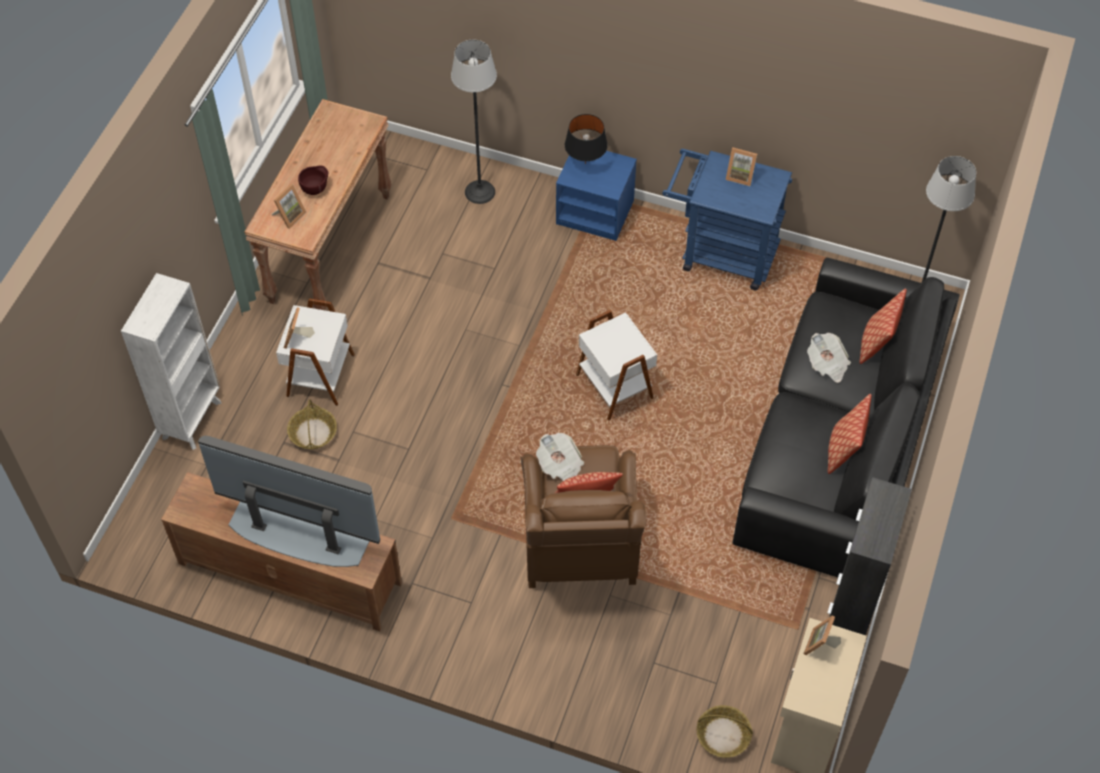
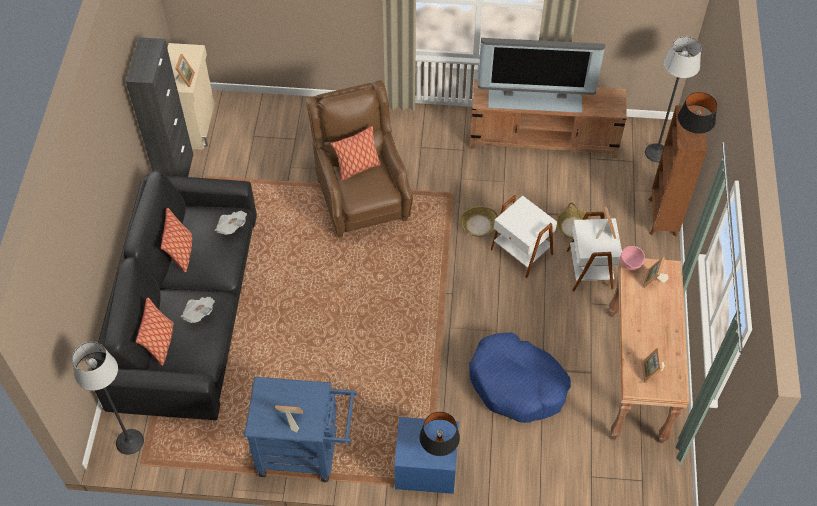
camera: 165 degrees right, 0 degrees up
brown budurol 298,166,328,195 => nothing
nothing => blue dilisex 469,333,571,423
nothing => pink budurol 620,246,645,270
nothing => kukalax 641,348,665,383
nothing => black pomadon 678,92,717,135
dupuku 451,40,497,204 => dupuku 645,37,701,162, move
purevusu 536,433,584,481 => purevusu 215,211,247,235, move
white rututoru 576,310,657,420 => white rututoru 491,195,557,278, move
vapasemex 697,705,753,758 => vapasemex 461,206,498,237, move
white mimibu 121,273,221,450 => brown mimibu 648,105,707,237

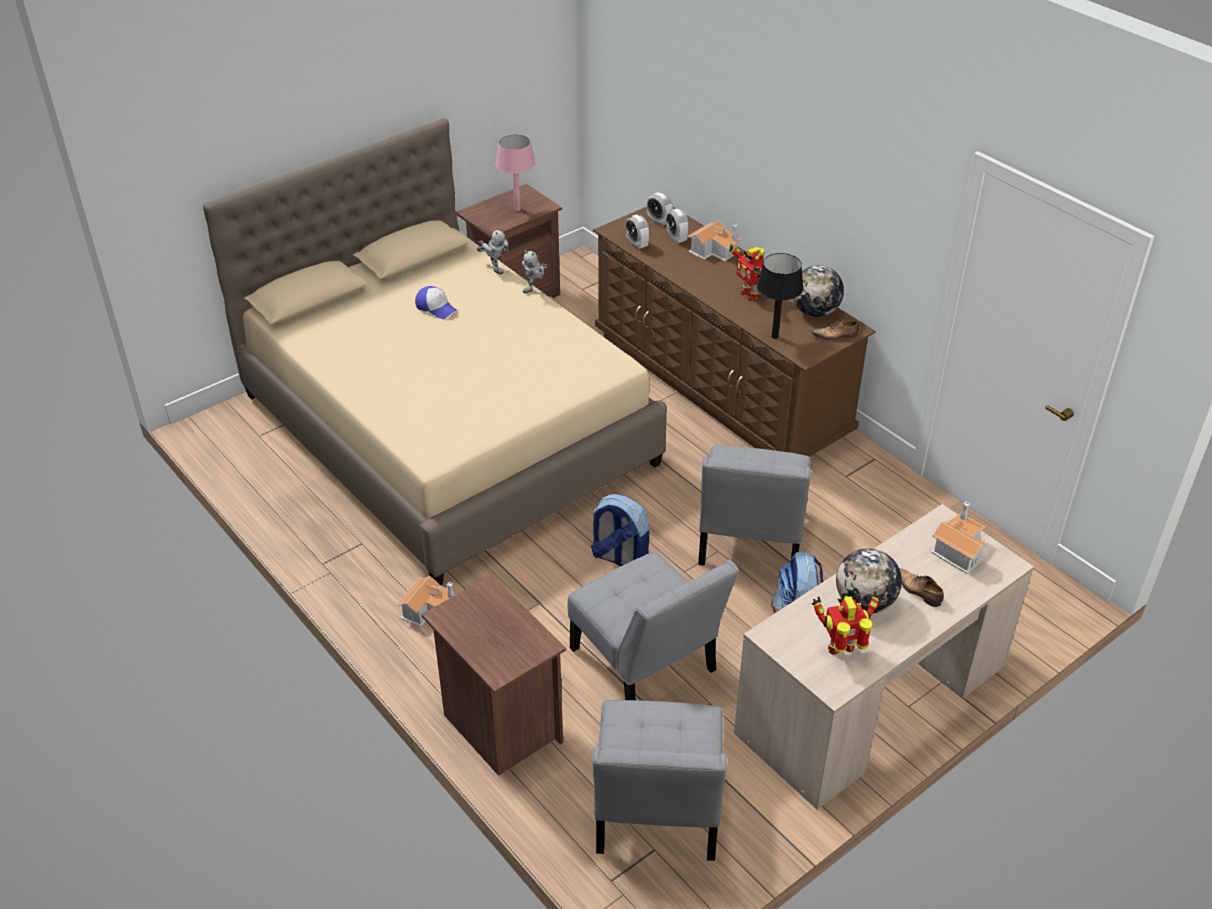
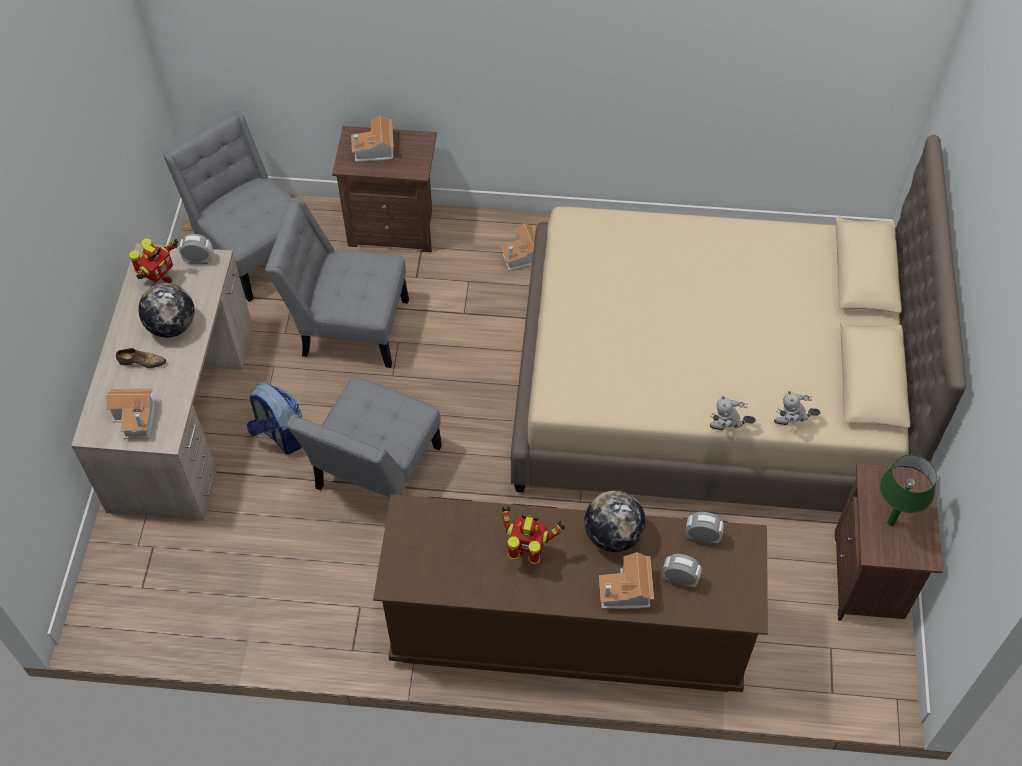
camera: 135 degrees right, 15 degrees up
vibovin 415,286,457,319 => nothing
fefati 591,494,649,566 => nothing
black pomadon 757,253,804,339 => nothing
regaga 812,319,859,340 => nothing
nothing => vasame 351,115,394,162
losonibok 647,192,673,226 => losonibok 179,234,213,264, move
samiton 793,265,844,317 => samiton 584,491,646,552, move
pink pomadon 496,134,536,211 => green pomadon 880,455,937,526
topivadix 521,250,547,293 => topivadix 710,396,756,430, 75 degrees counterclockwise
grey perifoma 698,445,811,565 => grey perifoma 287,376,442,497, 120 degrees counterclockwise

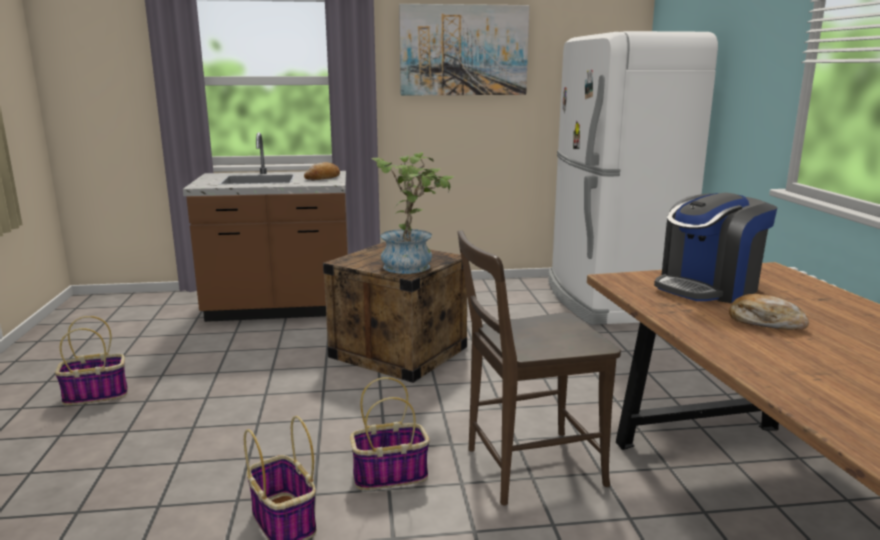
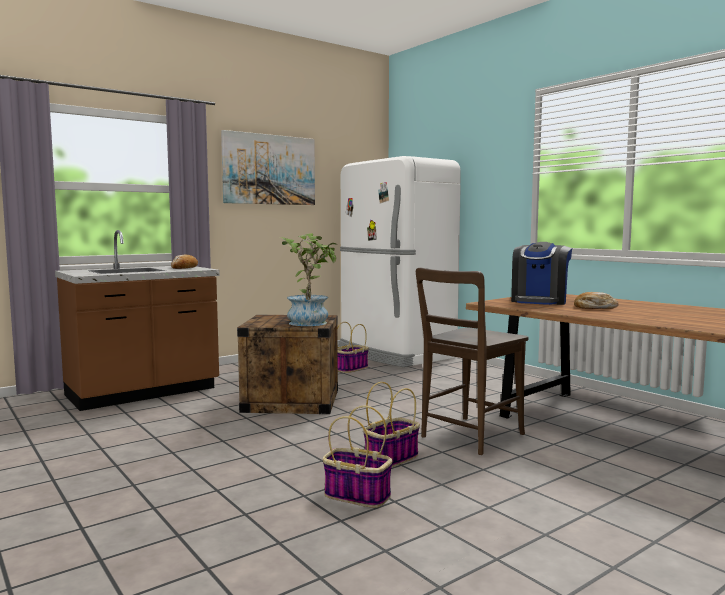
camera: 30 degrees left, 10 degrees down
vapasemex 55,316,128,405 => vapasemex 337,322,369,373, move

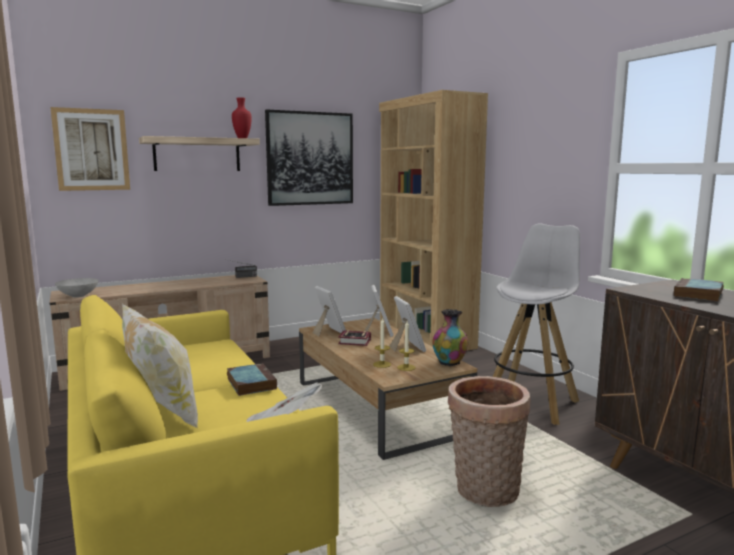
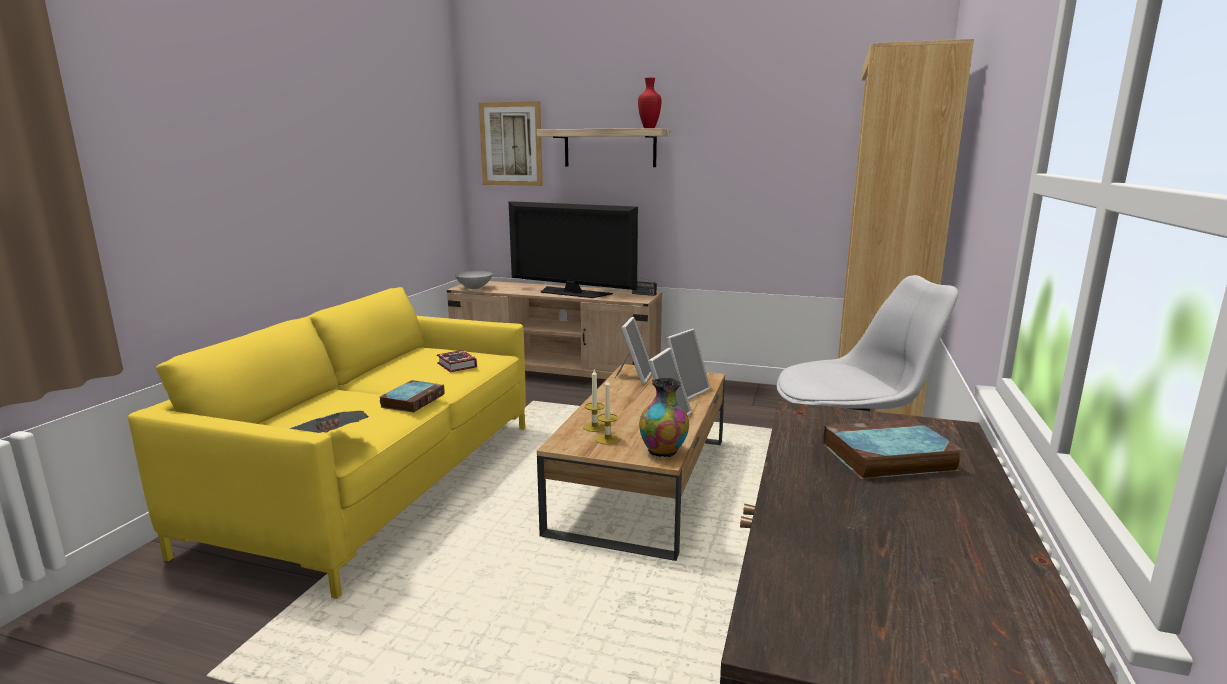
camera: 45 degrees right, 5 degrees up
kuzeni 122,303,198,428 => nothing
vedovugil 265,110,353,206 => nothing
vapasemex 448,376,531,507 => nothing
nothing => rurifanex 509,201,638,298
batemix 338,330,371,346 => batemix 437,350,477,372, move

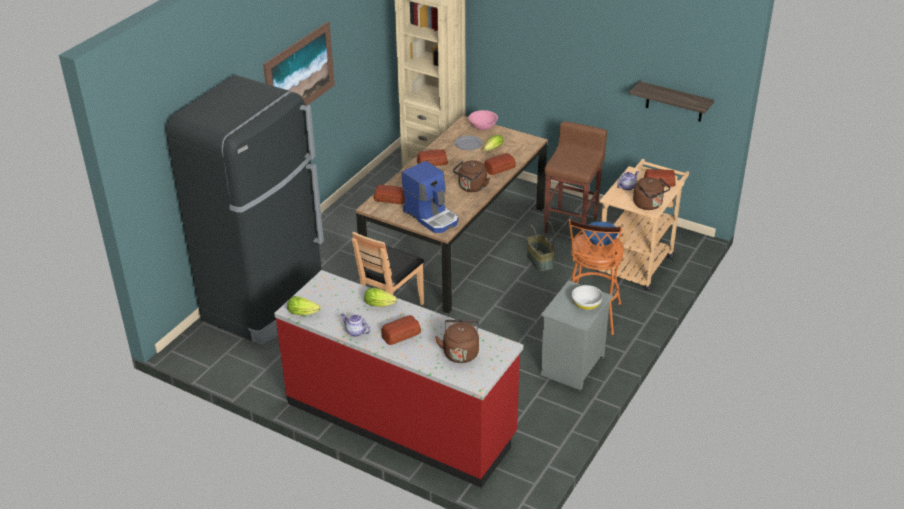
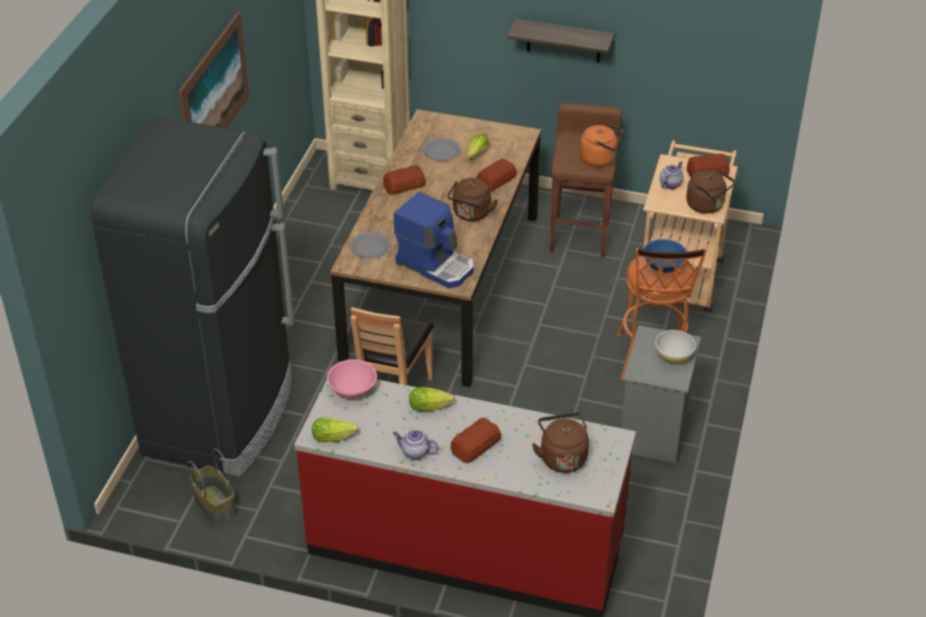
camera: 15 degrees left, 5 degrees up
nothing => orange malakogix 580,123,623,167
pink budurol 469,110,498,130 => pink budurol 327,359,377,399, move
vapasemex 527,220,555,271 => vapasemex 187,448,237,524, move
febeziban 629,81,714,122 => febeziban 507,19,615,62, move
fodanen 374,185,405,204 => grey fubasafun 350,232,391,258

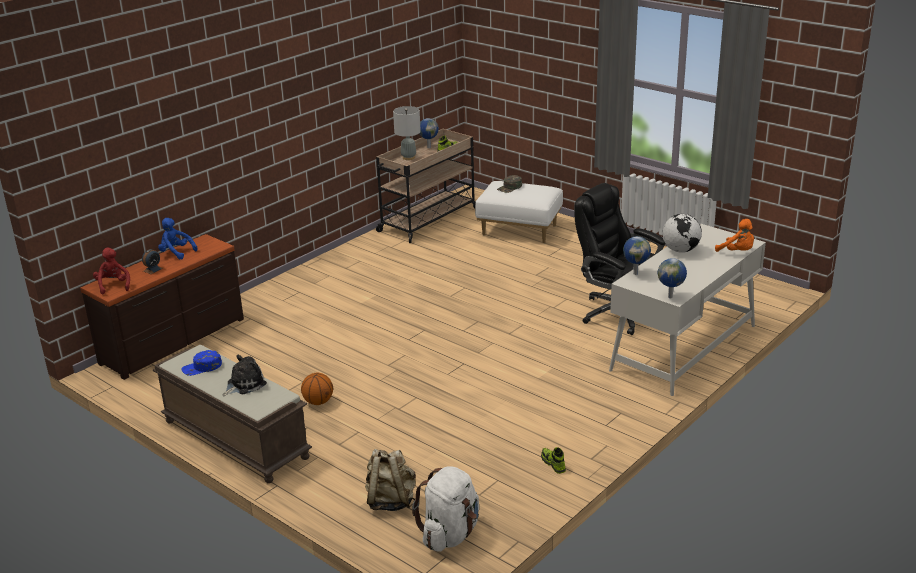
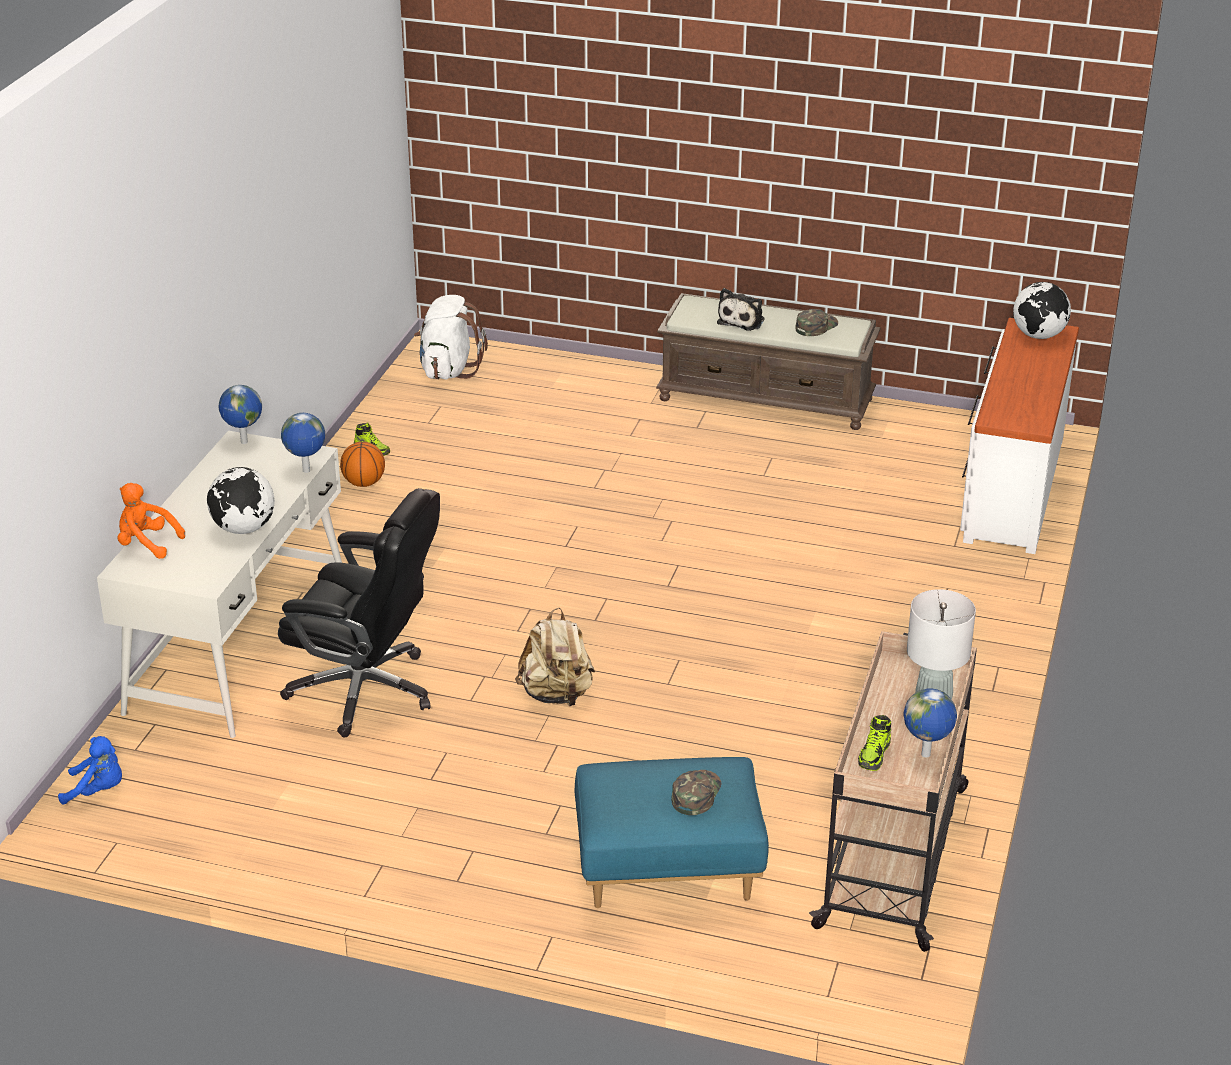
camera: 155 degrees right, 5 degrees up
losonibok 142,249,163,274 => nothing
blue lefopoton 158,218,197,259 => blue lefopoton 58,736,122,805, move
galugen 301,373,333,405 => galugen 340,442,385,487, move
beige fefati 365,449,416,511 => beige fefati 515,608,595,707, move
red lefopoton 93,247,130,294 => samiton 1013,282,1071,339
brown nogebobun 80,234,244,380 => white nogebobun 960,318,1079,554
blue vibovin 181,350,222,376 => green vibovin 795,309,838,336
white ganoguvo 475,181,563,243 => blue ganoguvo 575,757,769,908

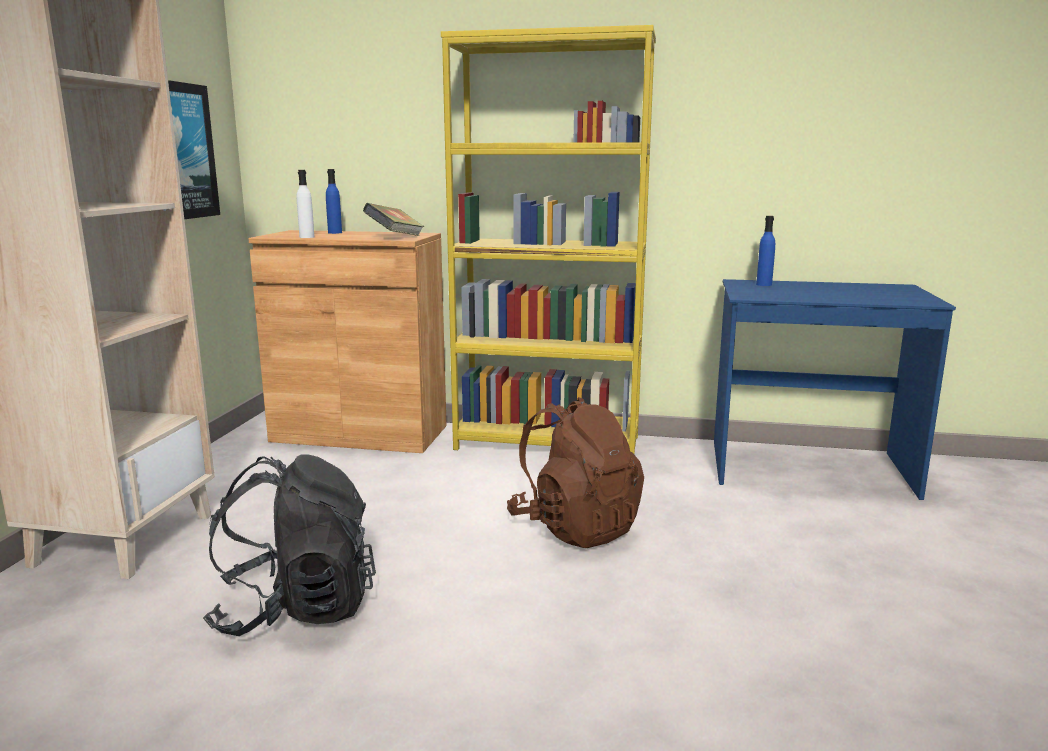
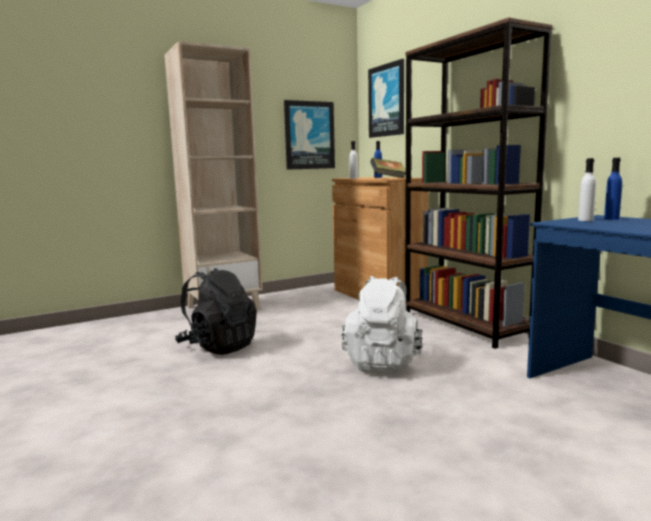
camera: 50 degrees right, 5 degrees down
nothing => vedovugil 368,59,404,138
nothing => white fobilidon 578,158,596,221
yellow mimibu 441,25,656,455 => brown mimibu 405,17,553,349
brown fefati 507,397,644,548 => white fefati 341,276,423,374

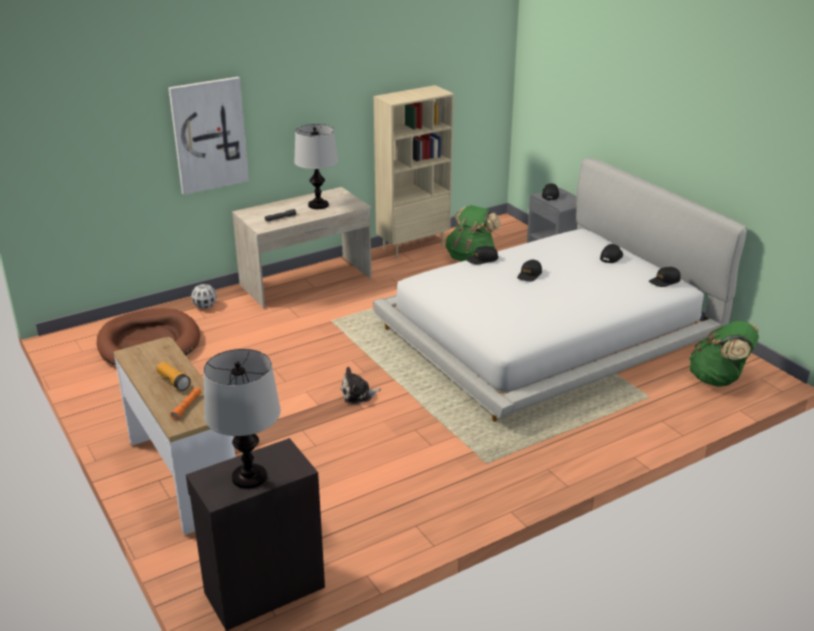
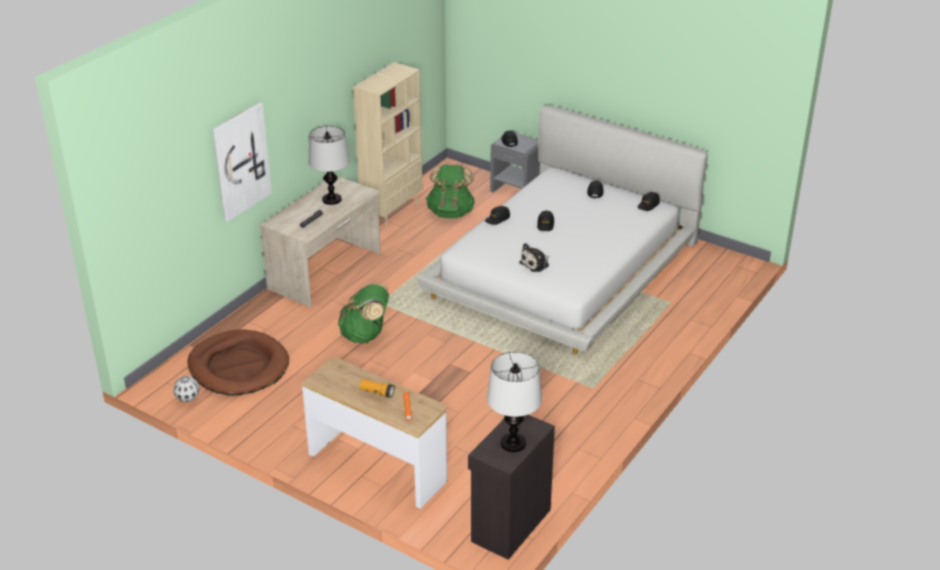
camera: 25 degrees left, 5 degrees up
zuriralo 191,284,217,309 => zuriralo 173,376,200,402, move
lefopoton 341,367,381,404 => lefopoton 519,243,549,272, move
green fefati 689,321,759,387 => green fefati 338,284,389,343, move

